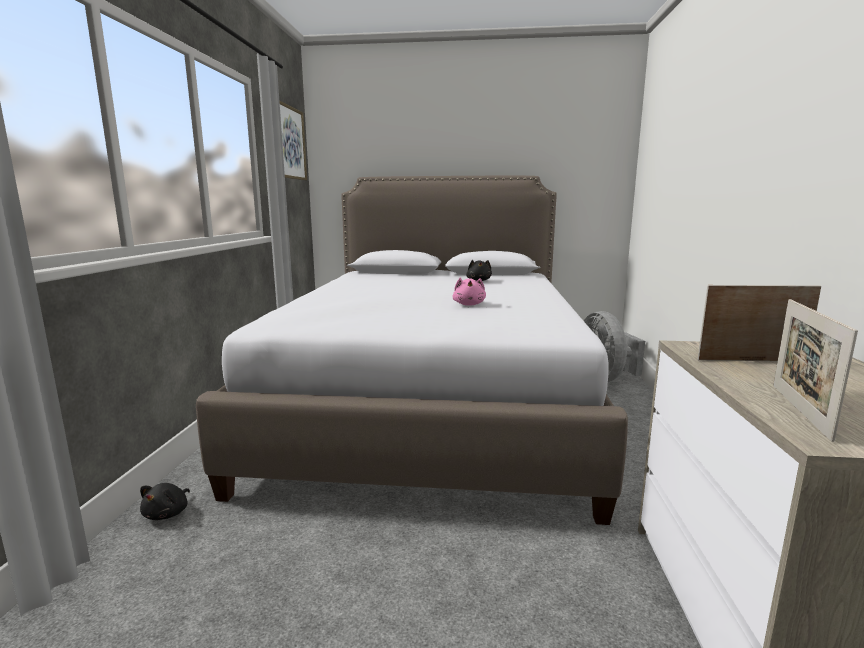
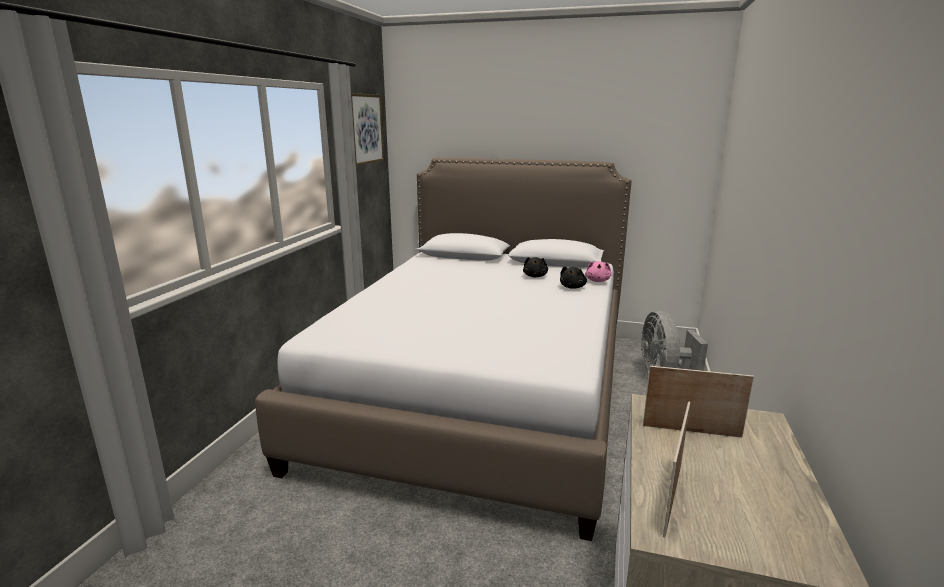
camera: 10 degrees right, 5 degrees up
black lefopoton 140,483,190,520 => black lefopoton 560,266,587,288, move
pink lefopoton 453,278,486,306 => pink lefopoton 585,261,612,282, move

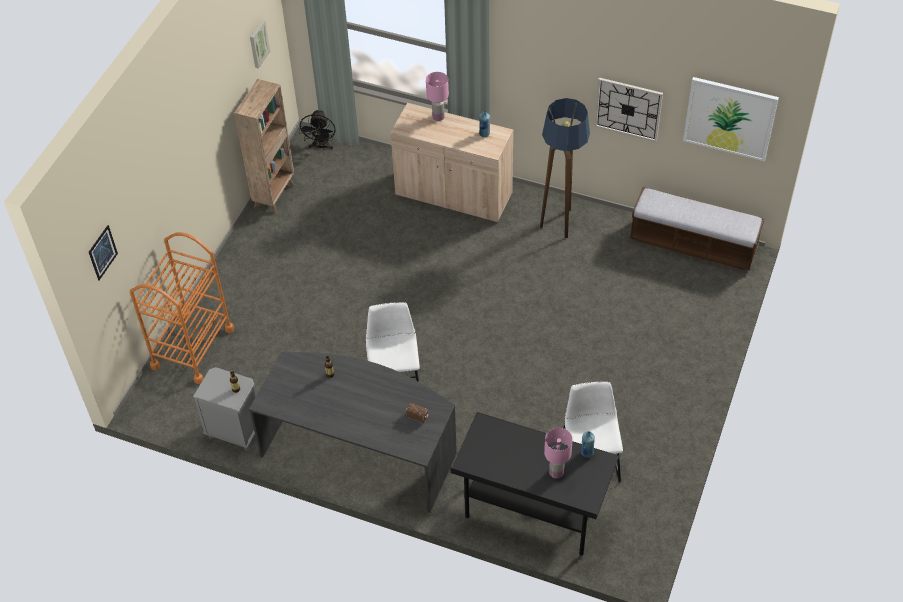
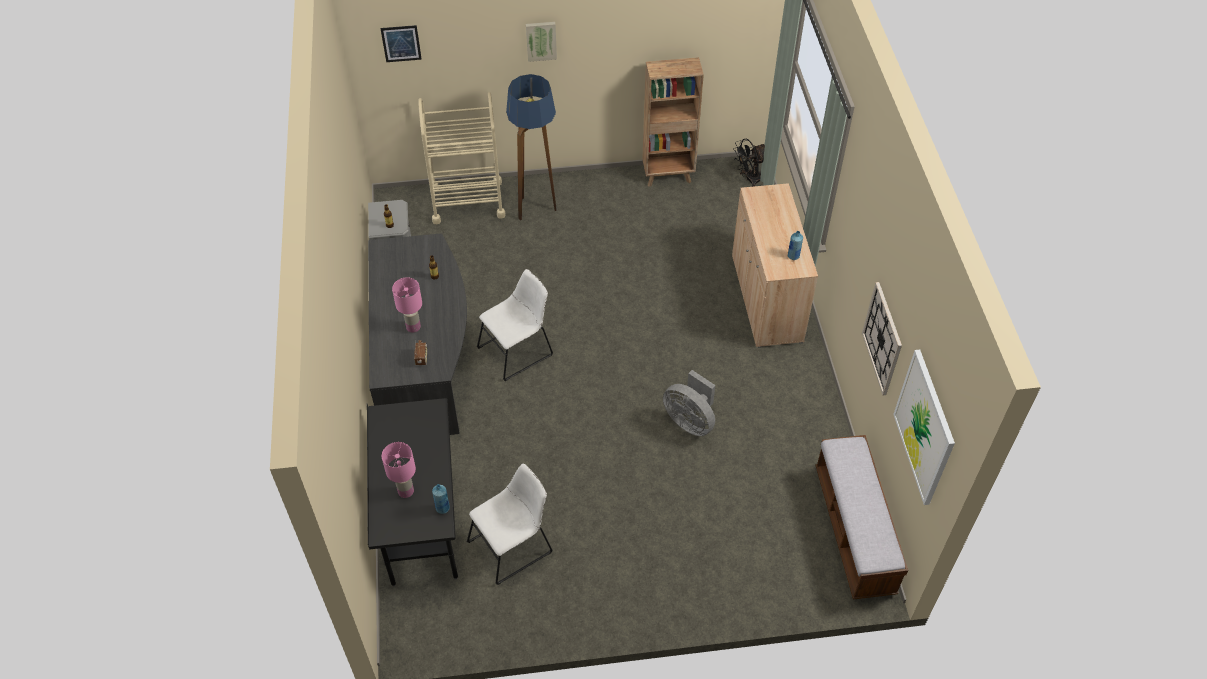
camera: 60 degrees right, 0 degrees up
nothing => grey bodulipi 663,370,715,436
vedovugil 250,20,270,69 => vedovugil 526,22,557,62, move
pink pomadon 426,72,449,121 => pink pomadon 392,278,422,332, move
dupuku 540,98,590,238 => dupuku 506,74,557,221, move
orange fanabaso 130,232,234,384 => beige fanabaso 418,92,506,224

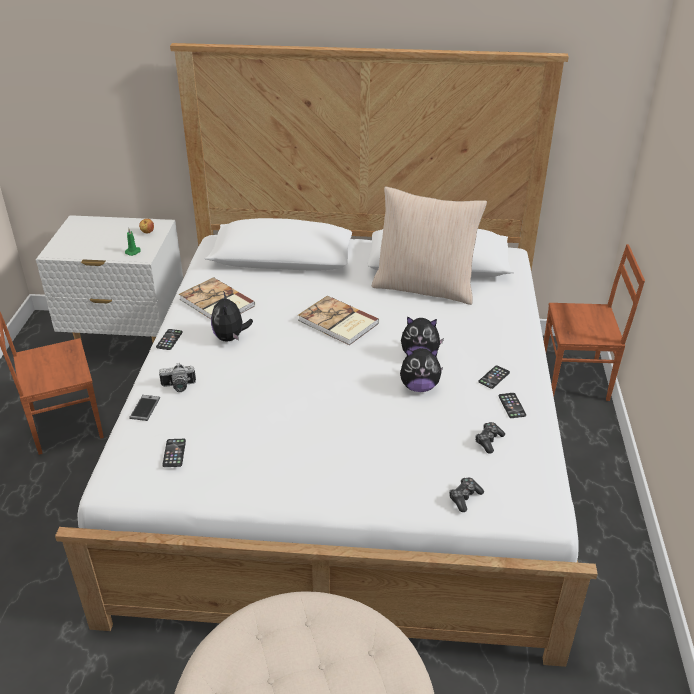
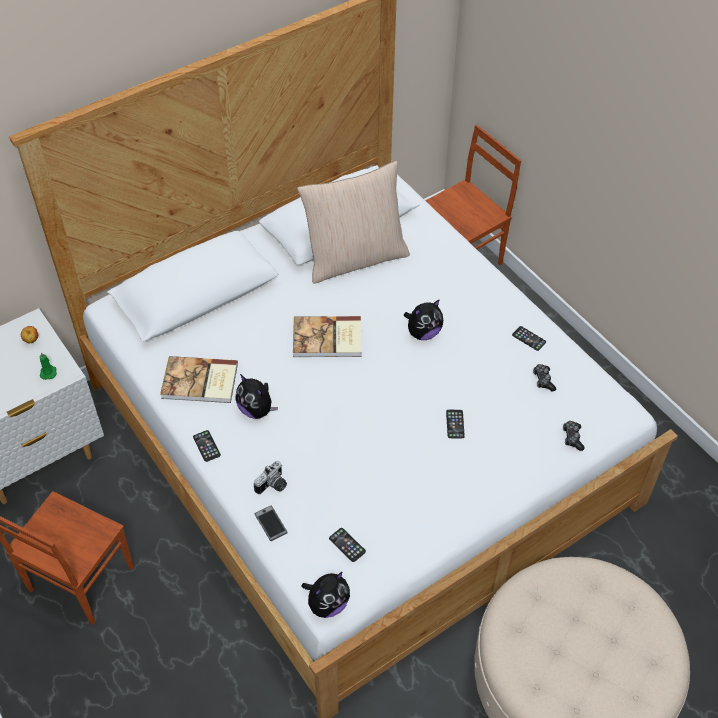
camera: 40 degrees left, 15 degrees up
lefopoton 400,348,443,392 => lefopoton 302,572,350,618, move
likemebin 478,366,510,389 => likemebin 446,410,465,438, move

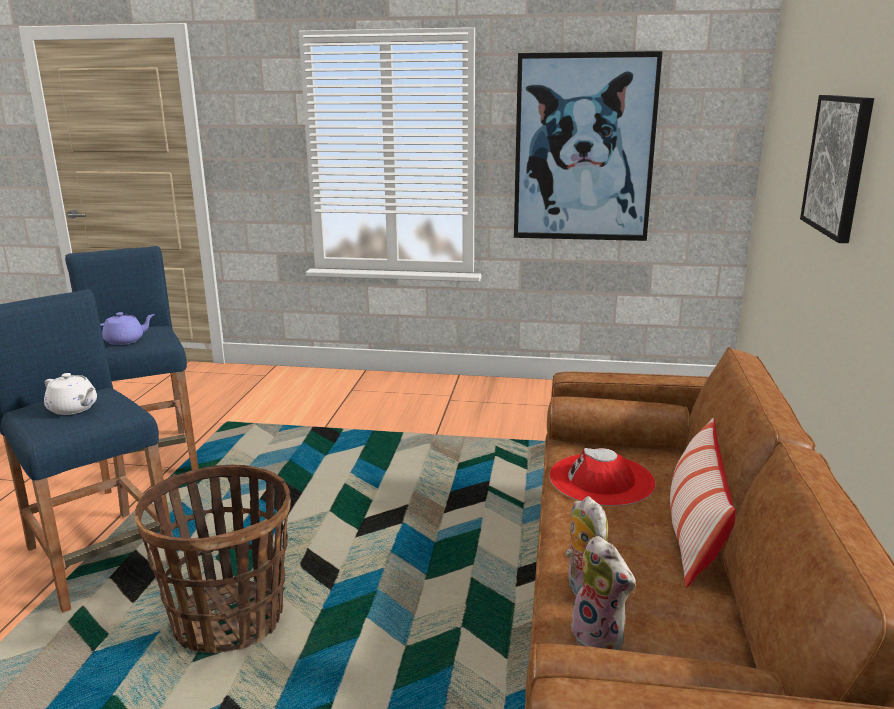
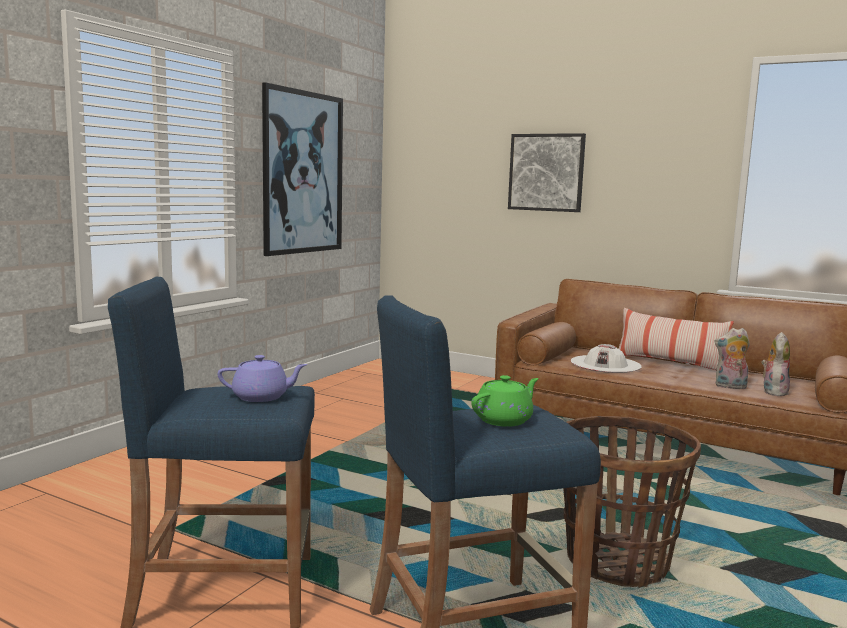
camera: 70 degrees left, 10 degrees down
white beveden 44,373,97,415 => green beveden 471,375,539,427
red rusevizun 549,448,656,506 => white rusevizun 571,344,642,373
purple beveden 100,312,155,345 => purple beveden 218,355,308,402, 90 degrees clockwise
lefopoton 571,536,636,650 => lefopoton 761,332,790,396, 45 degrees counterclockwise

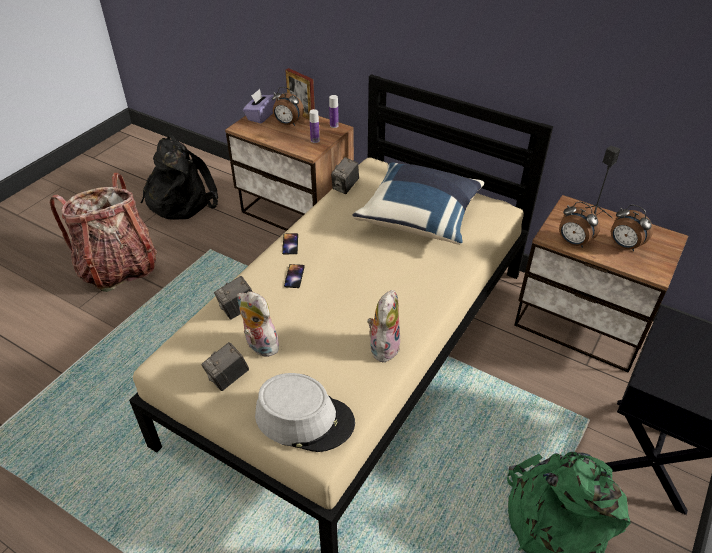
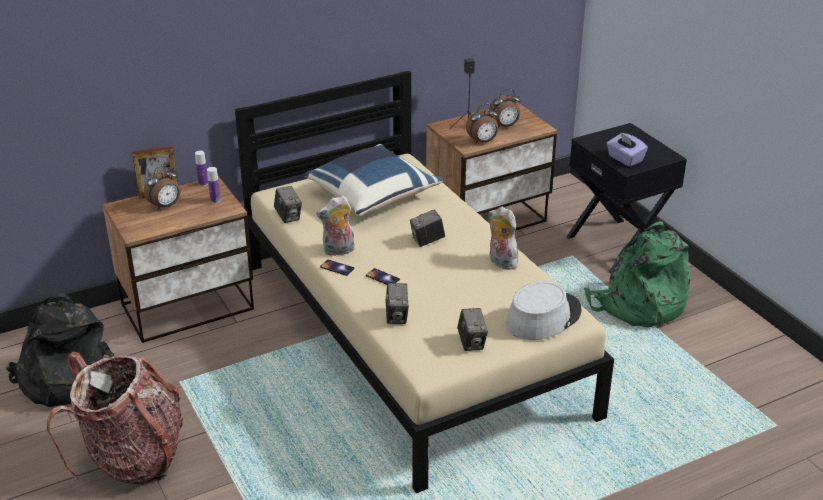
camera: 60 degrees left, 10 degrees down
nothing => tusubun 410,209,445,247
lefopoton 237,291,279,357 => lefopoton 316,195,355,256, move
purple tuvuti 243,89,276,123 => purple tuvuti 607,132,648,167, move

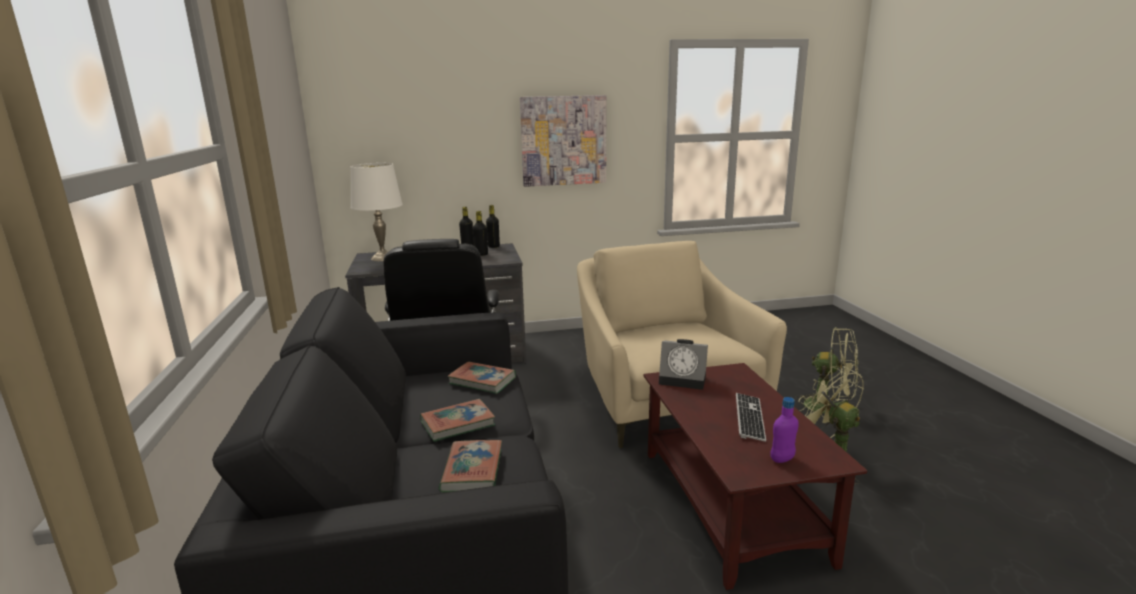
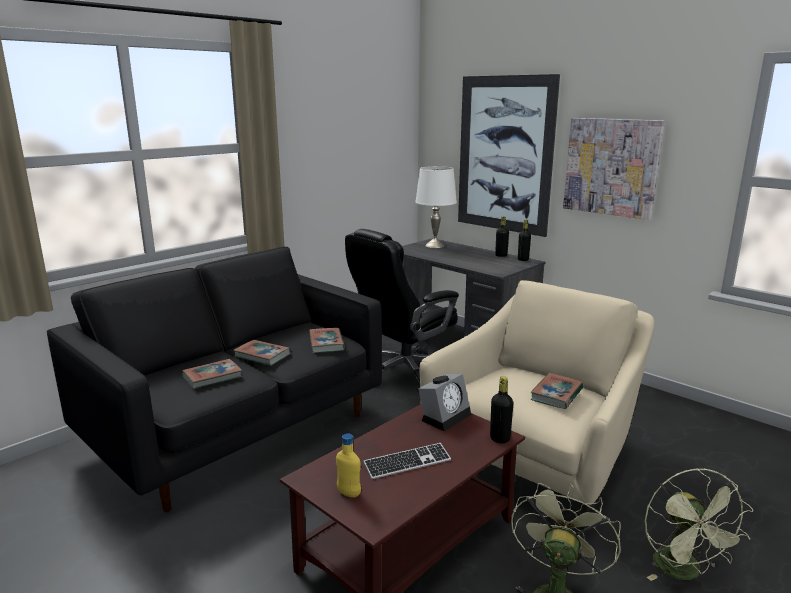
camera: 55 degrees right, 0 degrees up
nothing => vedovugil 458,74,560,237
nothing => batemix 530,373,583,409
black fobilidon 472,211,488,256 => black fobilidon 490,376,514,443, move
purple fobilidon 771,397,799,463 => yellow fobilidon 336,434,361,497
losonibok 659,339,708,390 => losonibok 418,374,471,431, 120 degrees counterclockwise

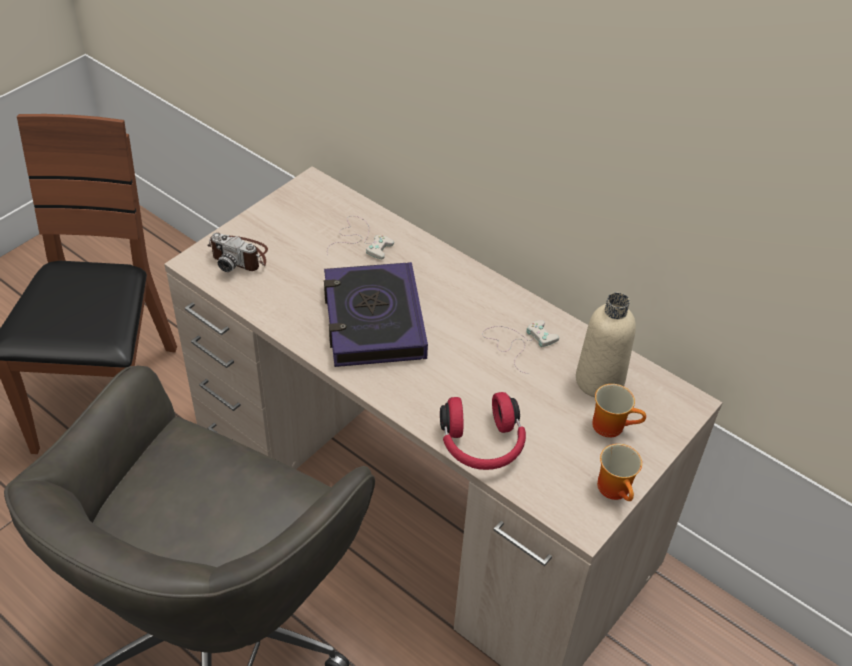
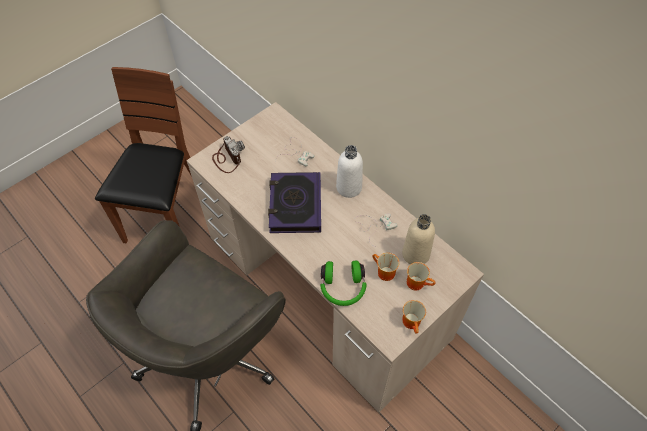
camera: 10 degrees right, 10 degrees up
nothing => white fobilidon 336,145,363,198
nothing => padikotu 372,253,399,281
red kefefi 440,392,526,470 => green kefefi 320,261,366,306
tusubun 208,232,268,272 => tusubun 212,136,245,173, 150 degrees counterclockwise

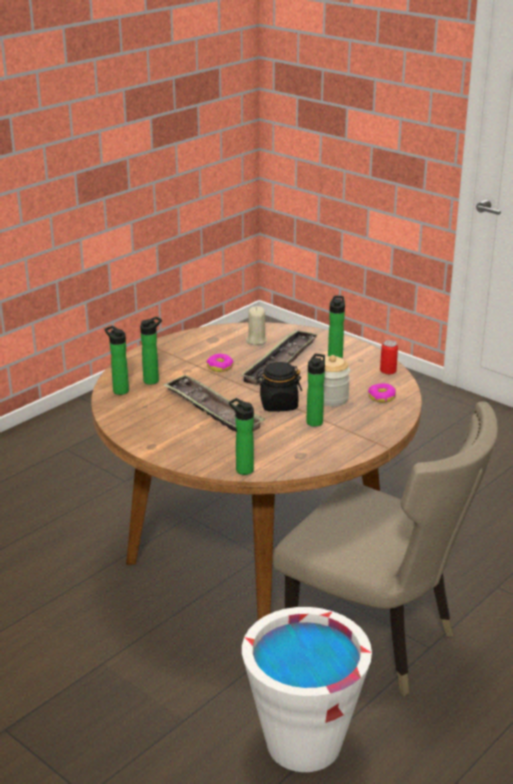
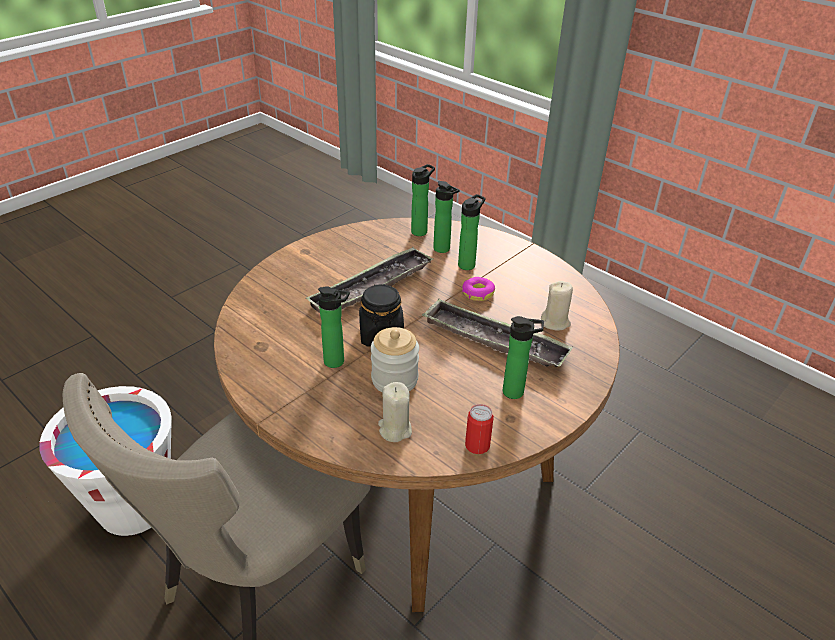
camera: 90 degrees right, 10 degrees up
fobilidon 229,398,254,475 => fobilidon 458,194,486,270, move
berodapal 368,383,396,403 => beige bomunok 378,382,412,442

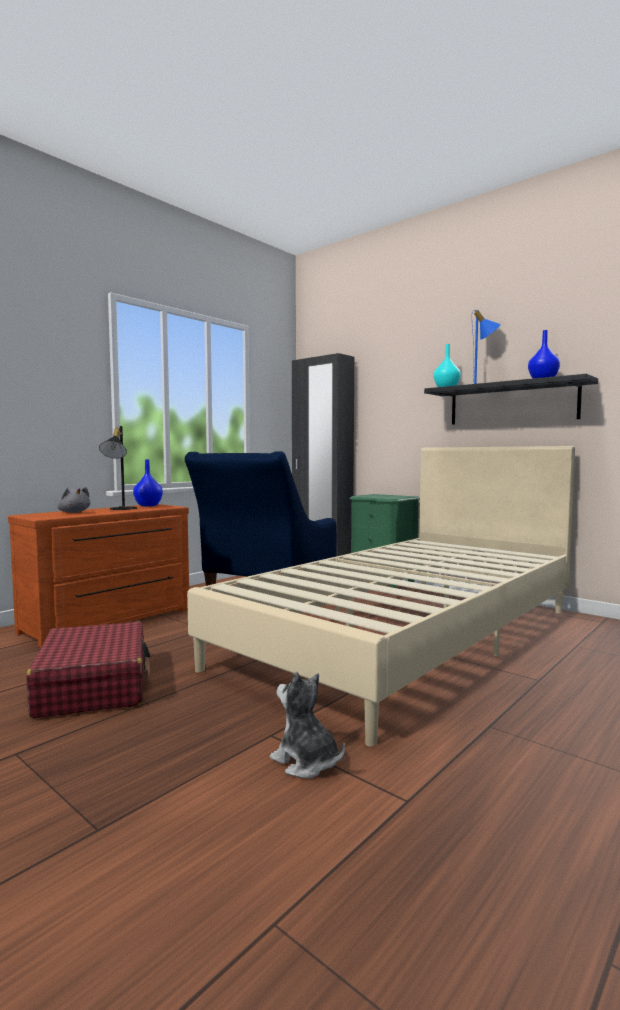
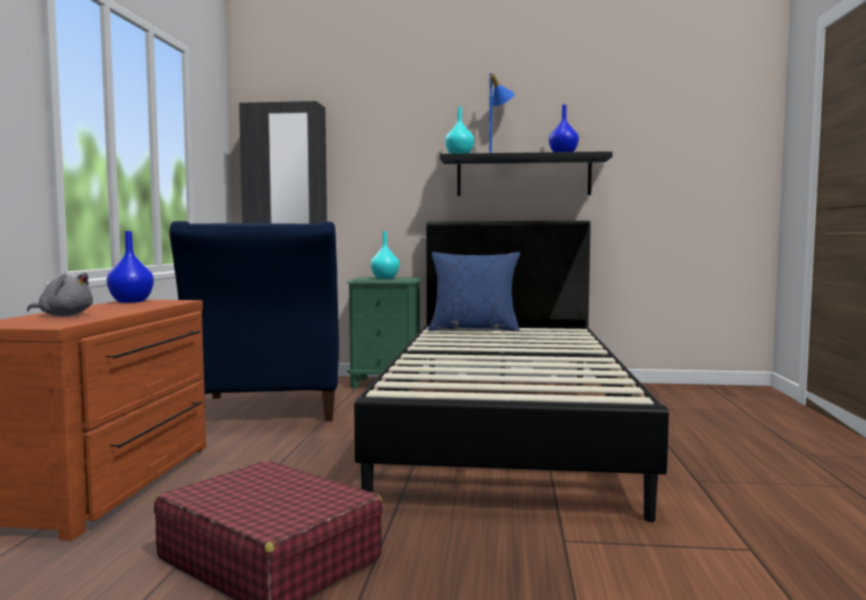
camera: 35 degrees left, 0 degrees up
black pomadon 99,426,137,510 => nothing
lefopoton 270,672,345,778 => nothing
nothing => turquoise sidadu 370,231,400,279
nothing => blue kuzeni 428,252,520,332
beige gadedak 187,446,575,747 => black gadedak 354,221,669,522

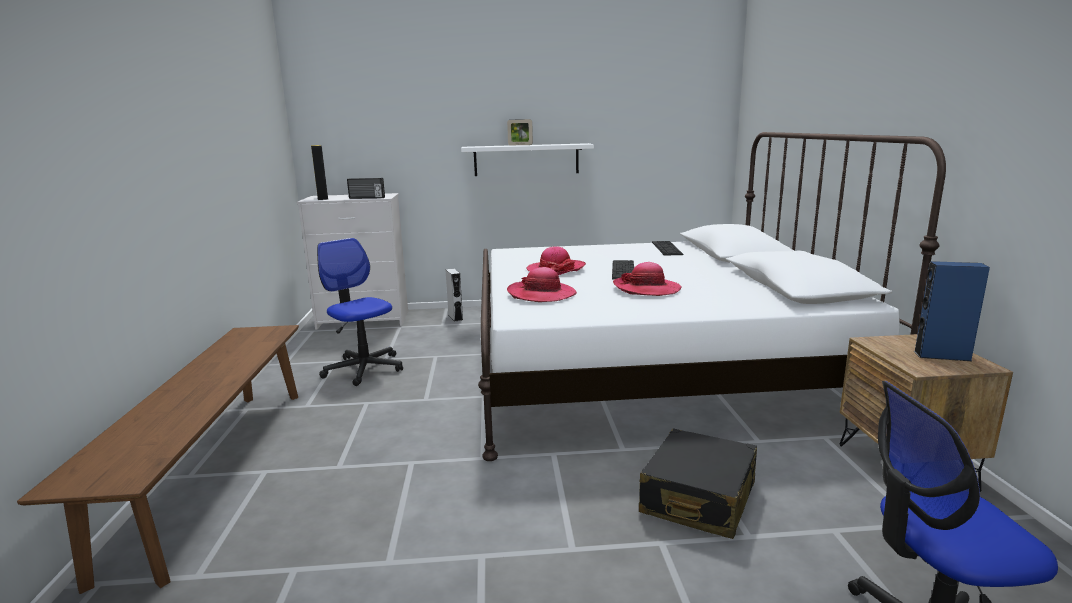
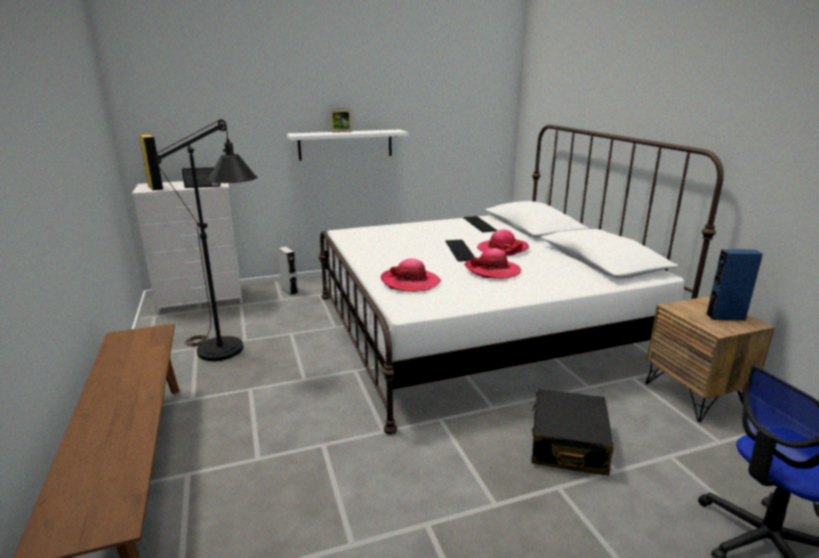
camera: 15 degrees left, 5 degrees up
rusevizun 526,246,586,275 => rusevizun 477,229,529,256, move
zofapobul 317,238,403,386 => black dupuku 154,119,258,361

